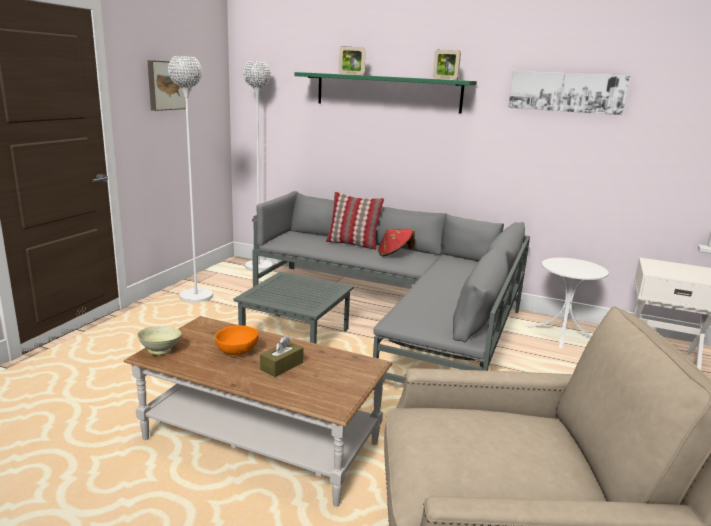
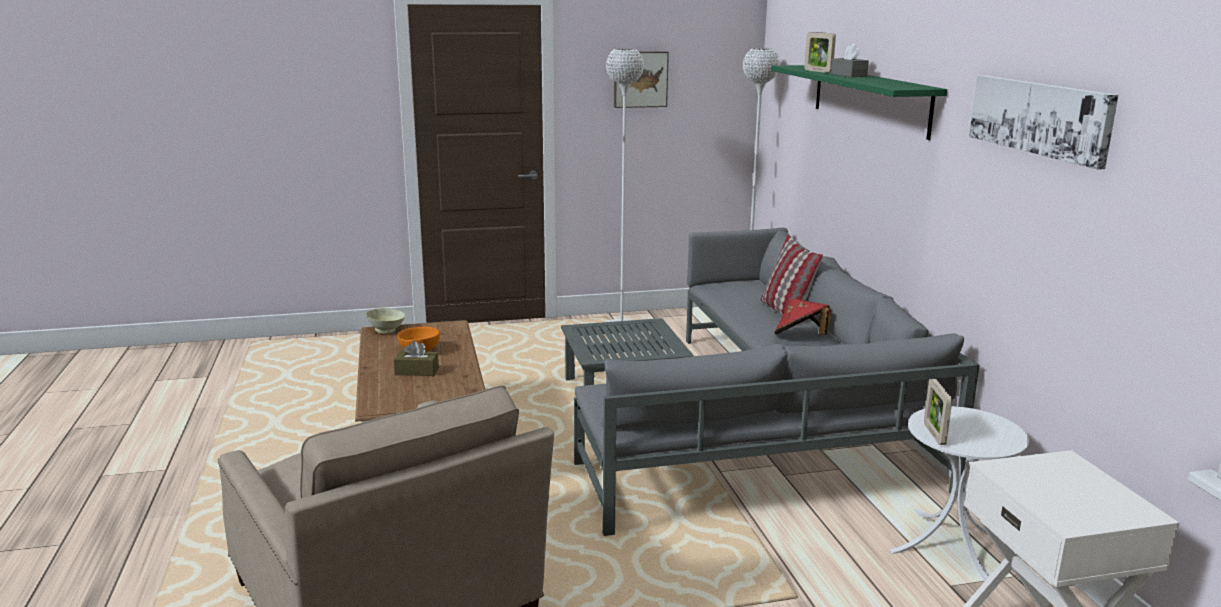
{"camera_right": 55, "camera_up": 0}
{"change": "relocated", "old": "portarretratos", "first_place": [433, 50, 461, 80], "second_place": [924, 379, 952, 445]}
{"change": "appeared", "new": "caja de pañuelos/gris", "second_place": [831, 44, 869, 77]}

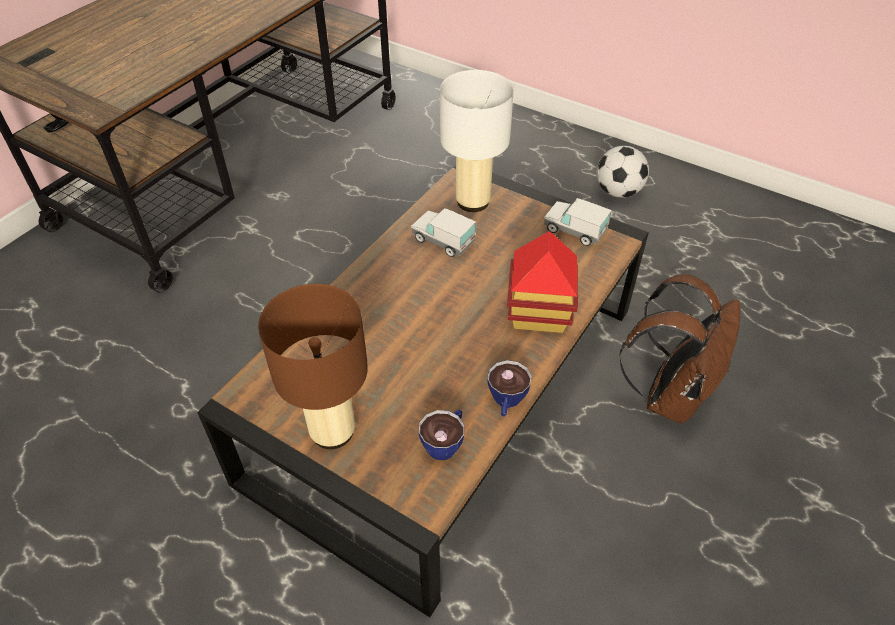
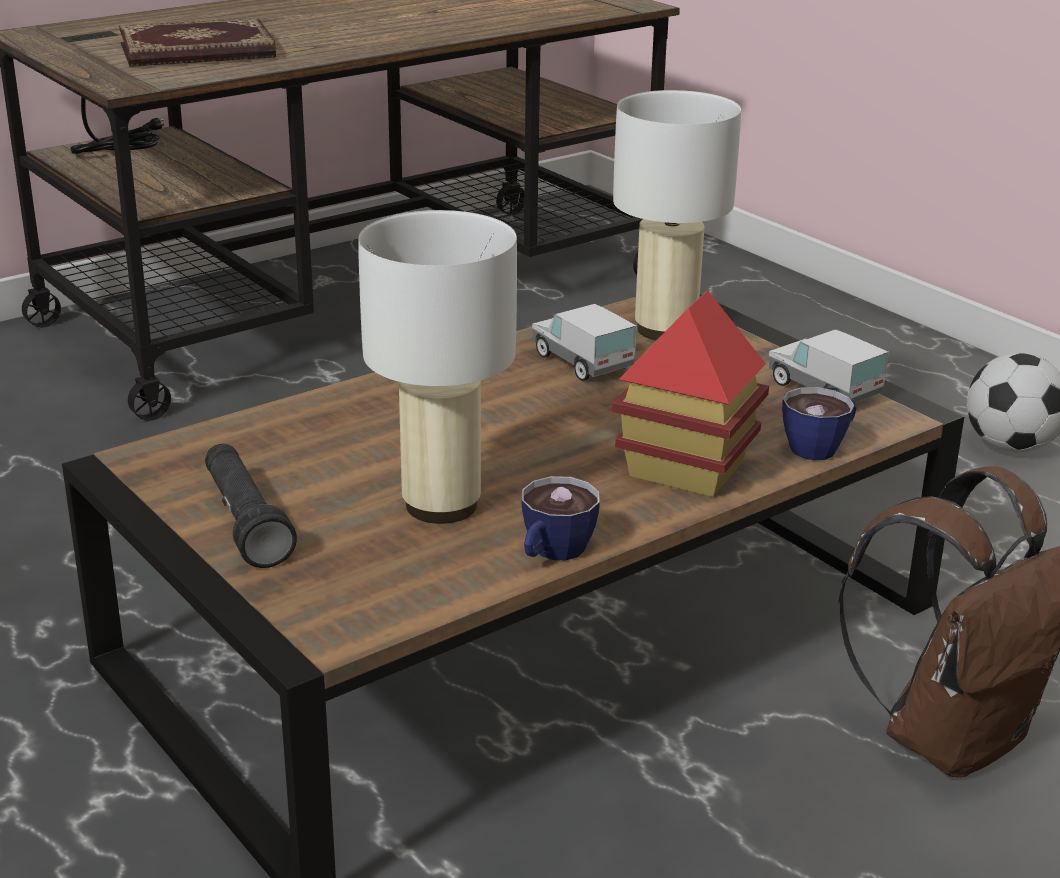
{"camera_right": 20, "camera_up": -20}
{"change": "exchanged", "old": "lámpara de mesa/marrón", "new": "linterna/negro", "first_place": [258, 284, 368, 449], "second_place": [205, 444, 297, 568]}
{"change": "relocated", "old": "taza", "first_place": [419, 409, 464, 460], "second_place": [782, 387, 857, 460]}
{"change": "appeared", "new": "libro", "second_place": [119, 18, 276, 67]}
{"change": "appeared", "new": "lámpara de mesa/blanco", "second_place": [358, 210, 517, 524]}

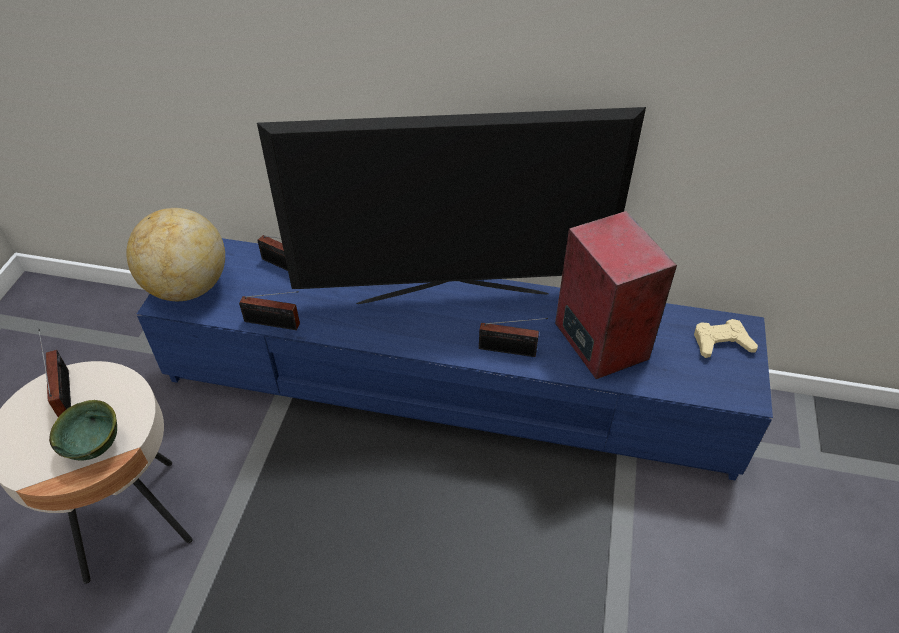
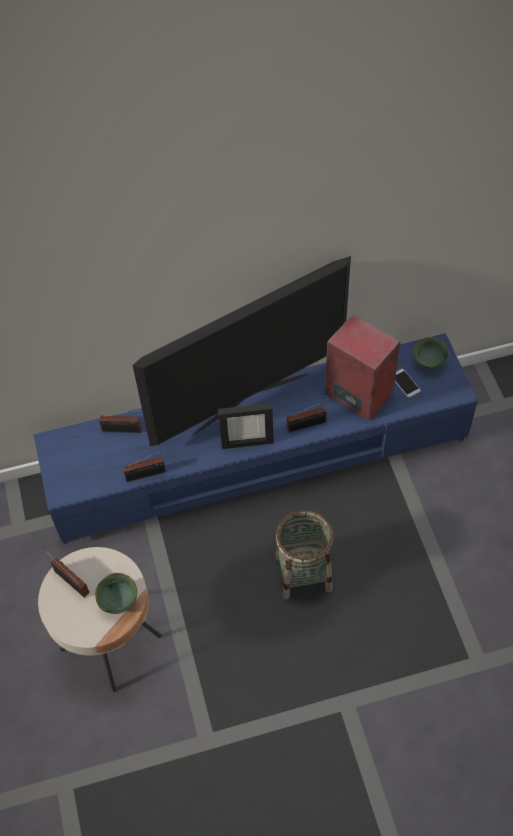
{"camera_right": -25, "camera_up": 10}
{"change": "missing", "old": "globo terráqueo", "first_place": [126, 208, 225, 301]}
{"change": "exchanged", "old": "mando de consola/beis", "new": "cuenco/verde", "first_place": [694, 319, 758, 358], "second_place": [413, 337, 449, 370]}
{"change": "appeared", "new": "móvil", "second_place": [395, 369, 421, 398]}
{"change": "appeared", "new": "portarretratos", "second_place": [218, 403, 273, 449]}
{"change": "appeared", "new": "cesta", "second_place": [275, 510, 333, 600]}

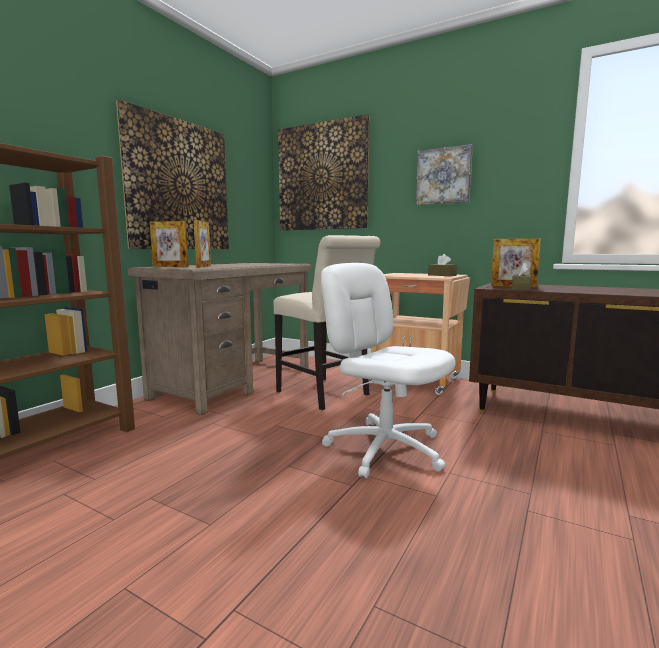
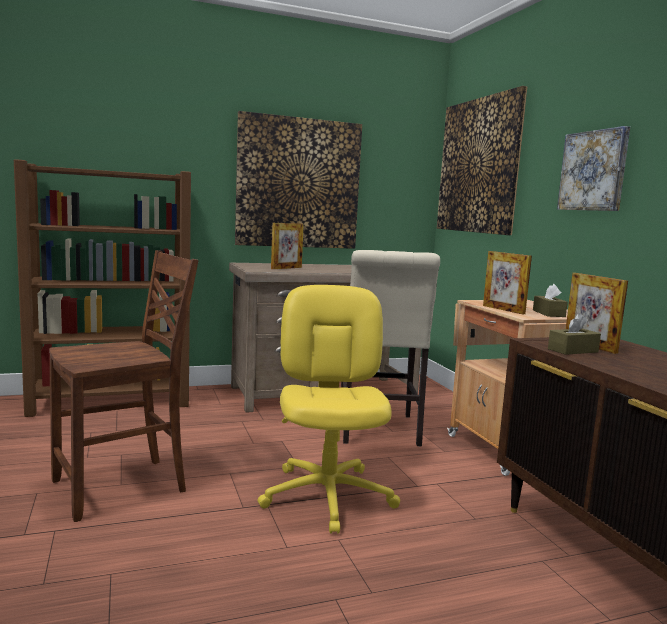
{"camera_right": 40, "camera_up": 0}
{"change": "relocated", "old": "portarretratos", "first_place": [150, 221, 189, 267], "second_place": [483, 251, 532, 315]}
{"change": "colour", "old": "silla de oficina/blanco", "new": "silla de oficina/amarillo", "first_place": [321, 263, 456, 478], "second_place": [257, 285, 400, 533]}
{"change": "appeared", "new": "silla/marrón", "second_place": [49, 250, 198, 522]}

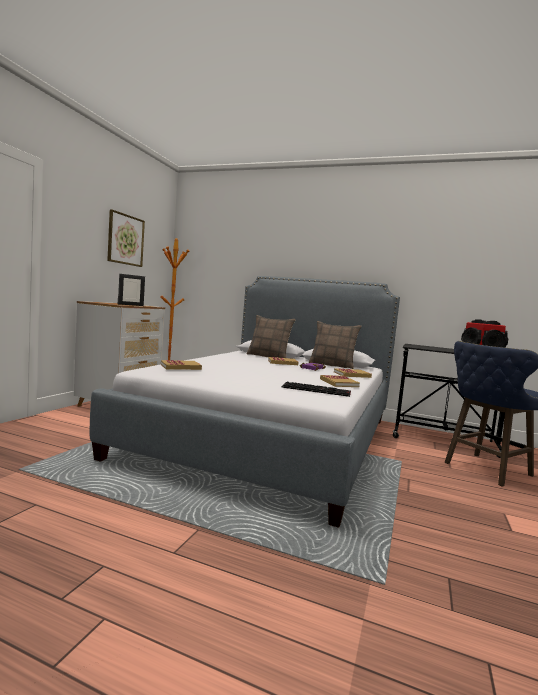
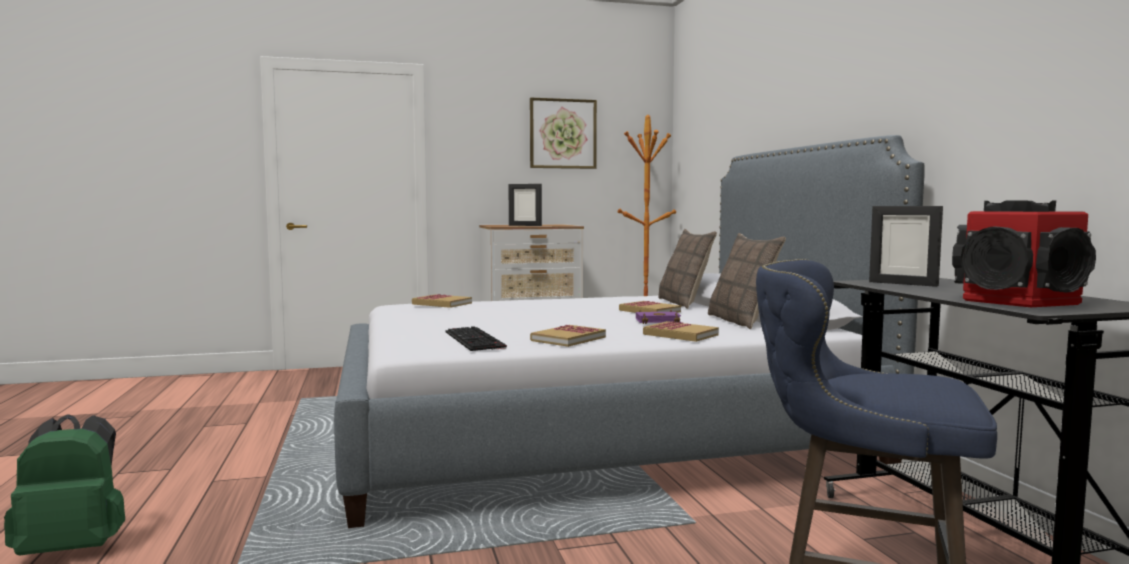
{"camera_right": 55, "camera_up": 0}
{"change": "appeared", "new": "portarretratos", "second_place": [869, 206, 943, 287]}
{"change": "appeared", "new": "mochila/verde", "second_place": [4, 414, 125, 556]}

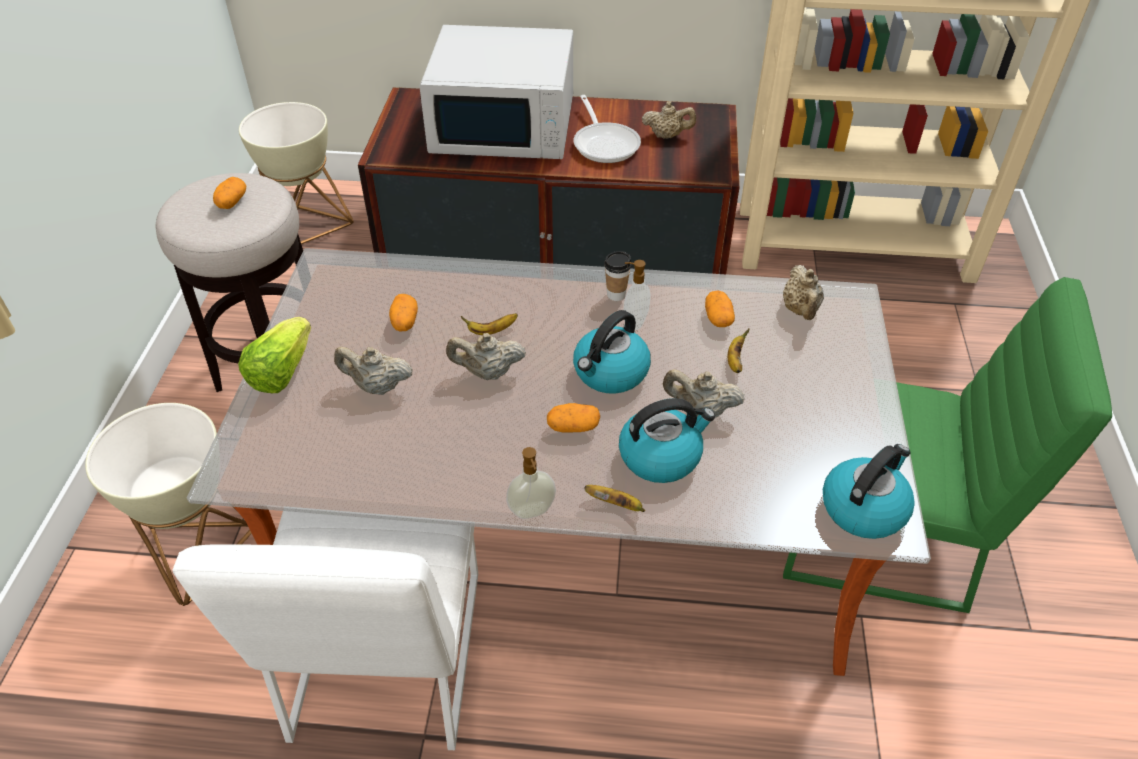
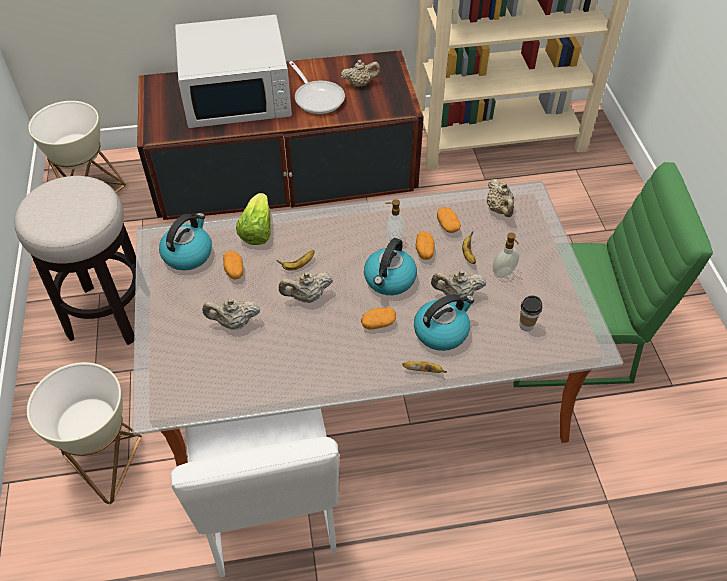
{"camera_right": -15, "camera_up": 5}
{"change": "relocated", "old": "patata", "first_place": [213, 177, 246, 209], "second_place": [416, 231, 435, 260]}
{"change": "relocated", "old": "taza", "first_place": [604, 251, 631, 301], "second_place": [519, 296, 542, 331]}
{"change": "relocated", "old": "lechuga", "first_place": [238, 317, 311, 393], "second_place": [236, 193, 271, 245]}
{"change": "relocated", "old": "hervidor", "first_place": [823, 444, 915, 539], "second_place": [159, 213, 212, 270]}
{"change": "relocated", "old": "dispensador de jabón", "first_place": [506, 447, 556, 519], "second_place": [493, 233, 520, 278]}

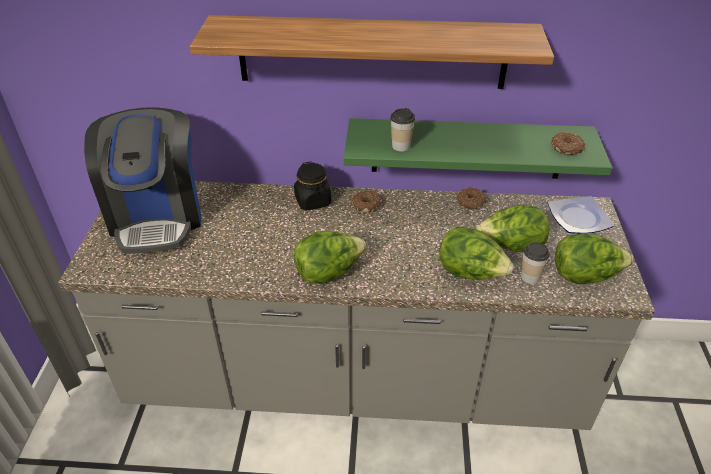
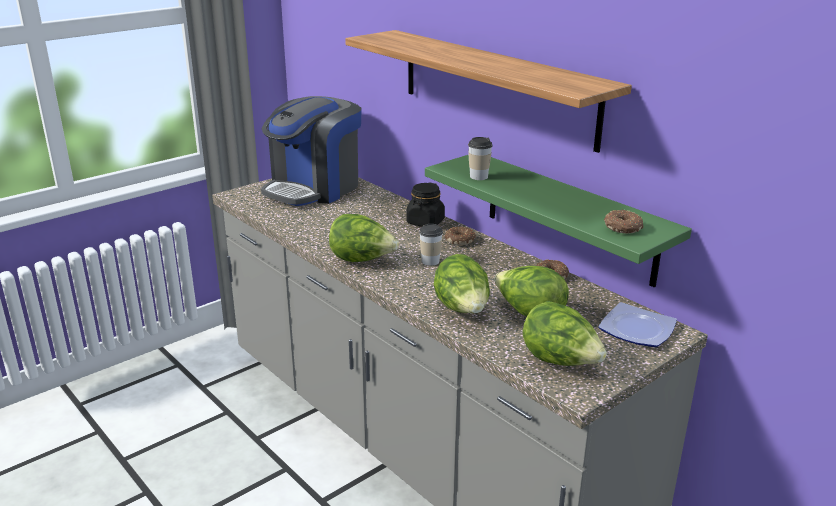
{"camera_right": 45, "camera_up": -15}
{"change": "relocated", "old": "taza", "first_place": [521, 242, 549, 284], "second_place": [419, 224, 443, 266]}

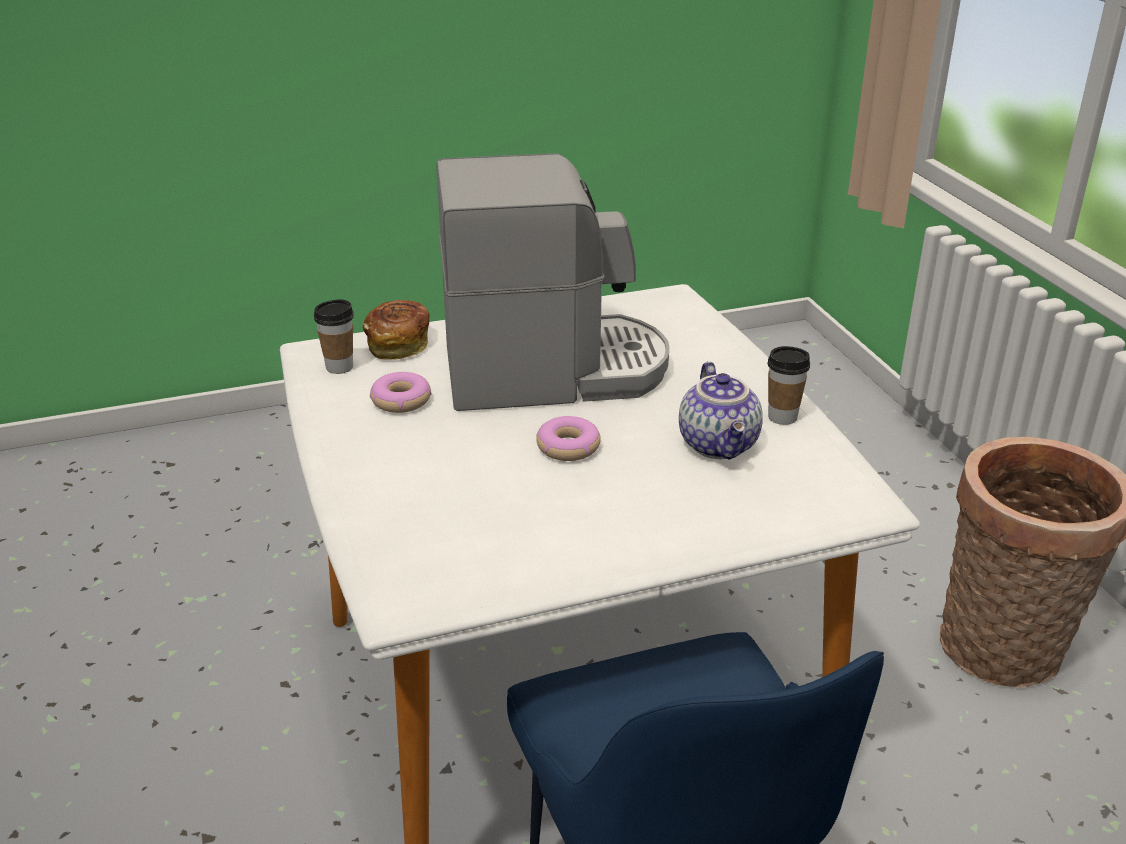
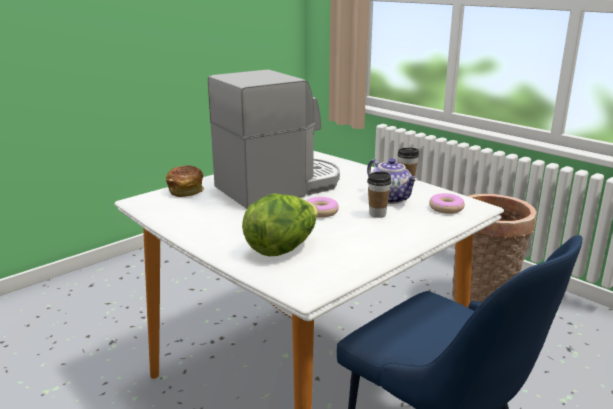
{"camera_right": -25, "camera_up": -10}
{"change": "relocated", "old": "taza", "first_place": [314, 299, 354, 374], "second_place": [367, 171, 391, 218]}
{"change": "relocated", "old": "rosquilla", "first_place": [370, 372, 431, 413], "second_place": [429, 193, 465, 214]}
{"change": "appeared", "new": "lechuga", "second_place": [242, 194, 318, 256]}

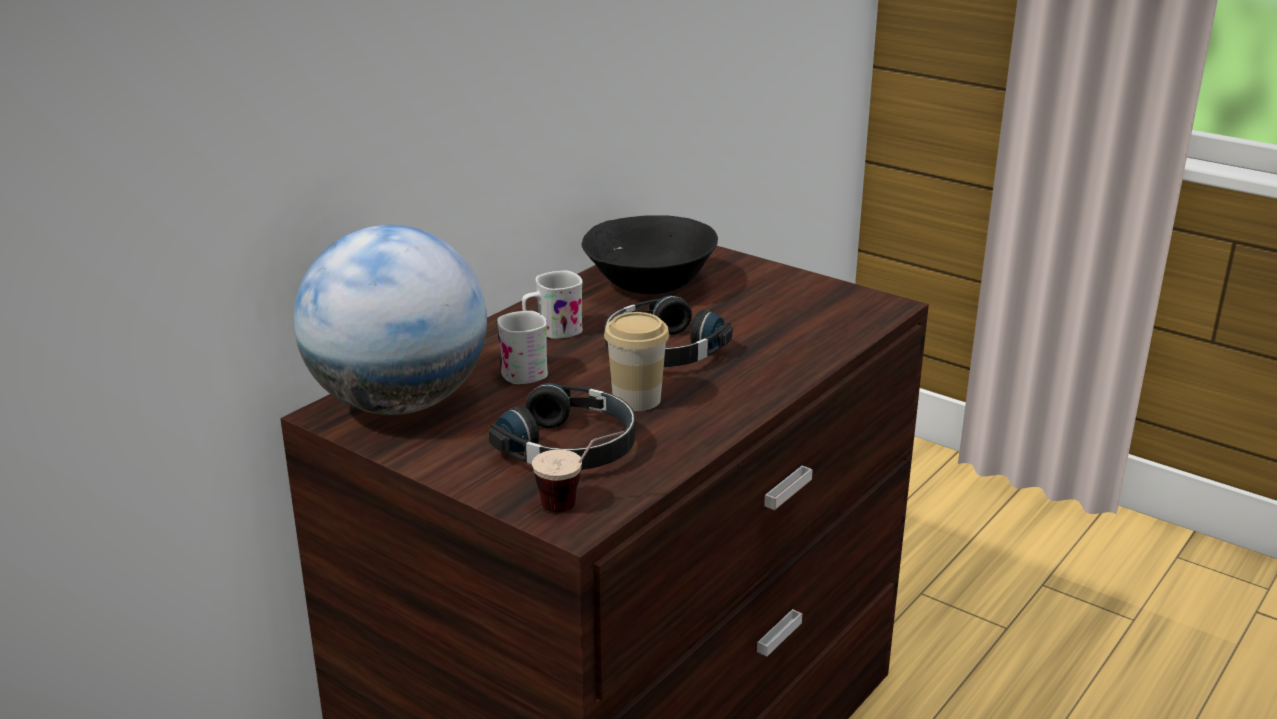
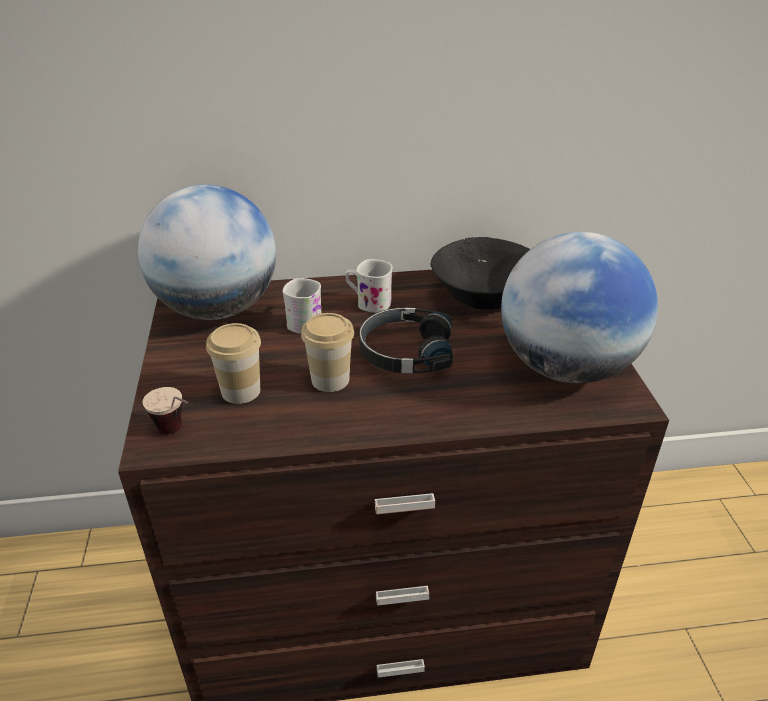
{"camera_right": 45, "camera_up": 10}
{"change": "exchanged", "old": "auriculares/negro", "new": "taza", "first_place": [489, 383, 635, 470], "second_place": [206, 323, 261, 404]}
{"change": "appeared", "new": "globo terráqueo", "second_place": [501, 232, 658, 383]}

